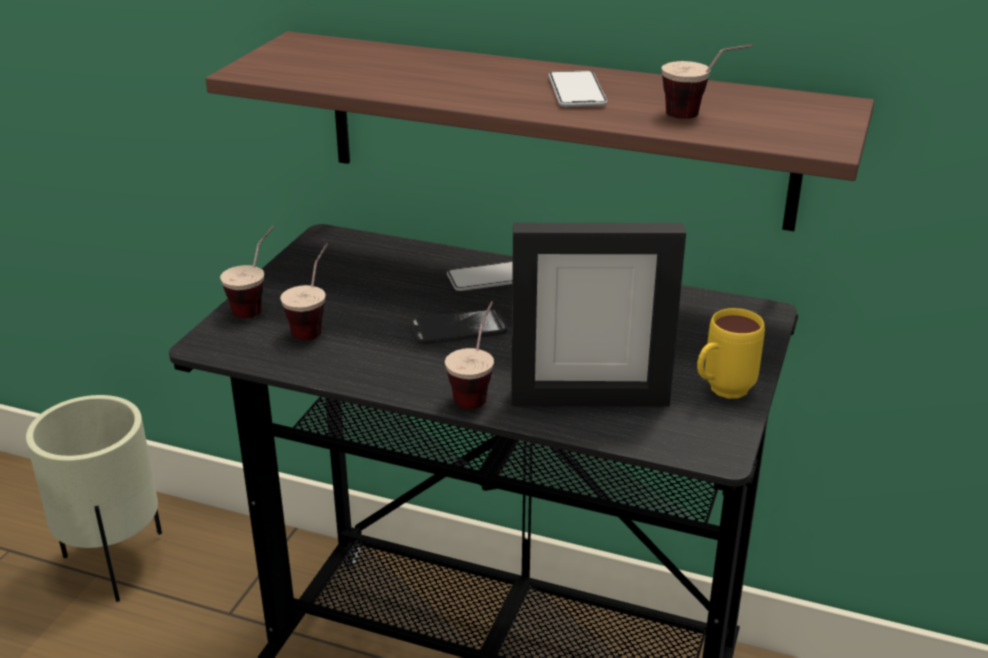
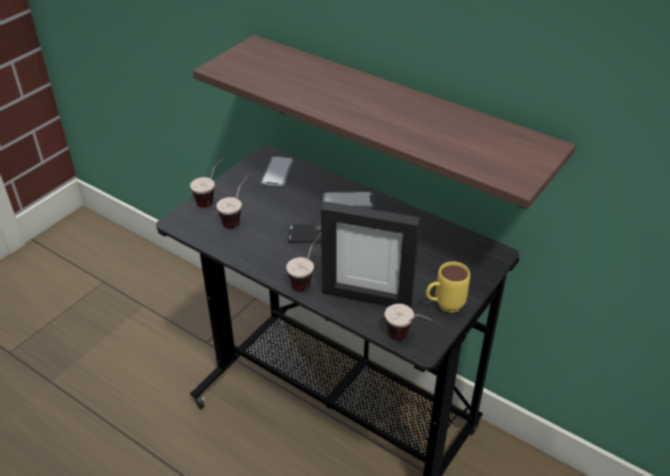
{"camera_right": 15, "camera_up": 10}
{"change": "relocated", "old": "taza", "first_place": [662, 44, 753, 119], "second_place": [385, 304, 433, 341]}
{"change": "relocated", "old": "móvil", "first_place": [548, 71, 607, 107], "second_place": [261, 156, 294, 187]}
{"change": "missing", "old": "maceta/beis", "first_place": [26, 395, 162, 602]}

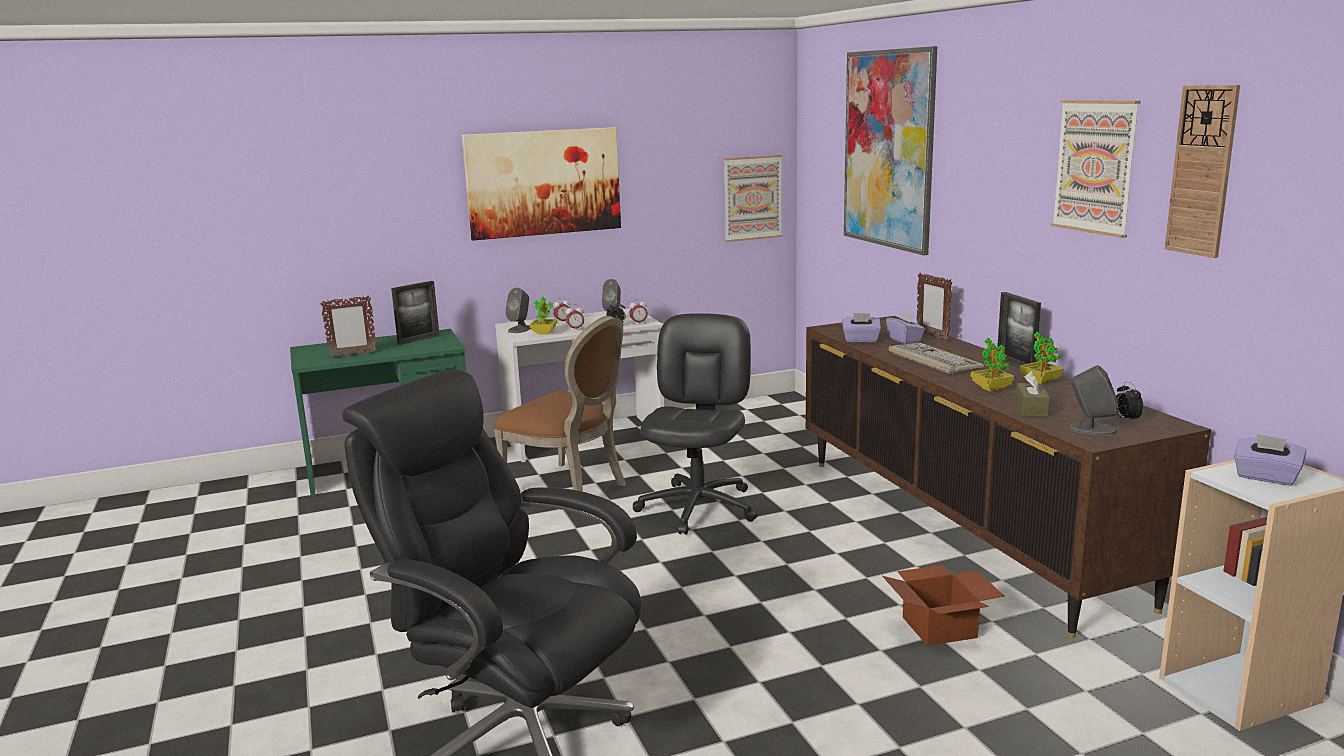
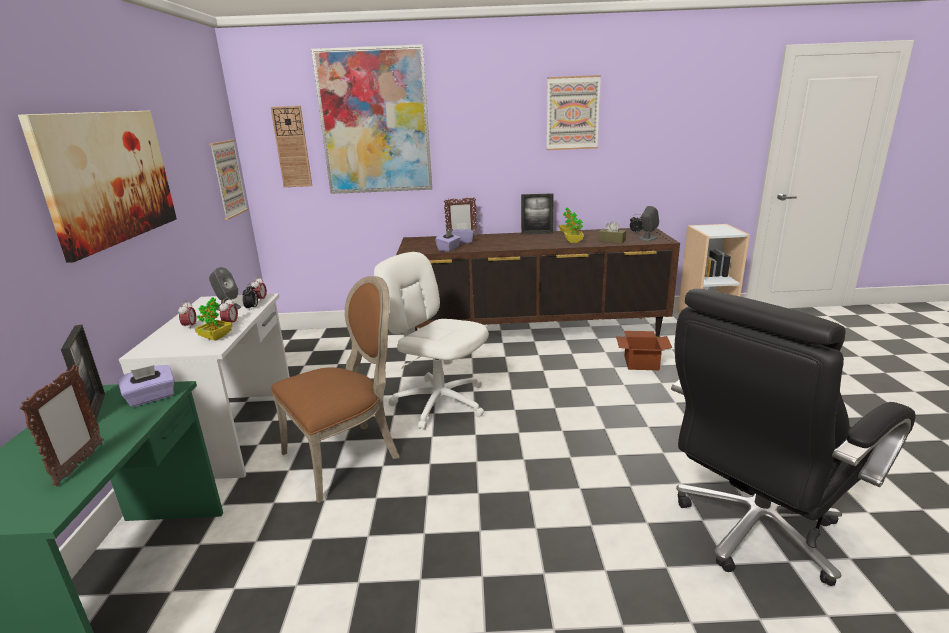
{"camera_right": -70, "camera_up": 5}
{"change": "relocated", "old": "reloj de pared", "first_place": [1165, 85, 1240, 258], "second_place": [271, 106, 312, 187]}
{"change": "missing", "old": "altavoz/gris", "first_place": [505, 288, 532, 333]}
{"change": "colour", "old": "silla de oficina/negro", "new": "silla de oficina/blanco", "first_place": [633, 313, 758, 535], "second_place": [374, 252, 489, 429]}
{"change": "missing", "old": "teclado", "first_place": [889, 343, 984, 374]}
{"change": "relocated", "old": "caja de pañuelos/morado", "first_place": [1234, 434, 1306, 486], "second_place": [117, 365, 174, 407]}

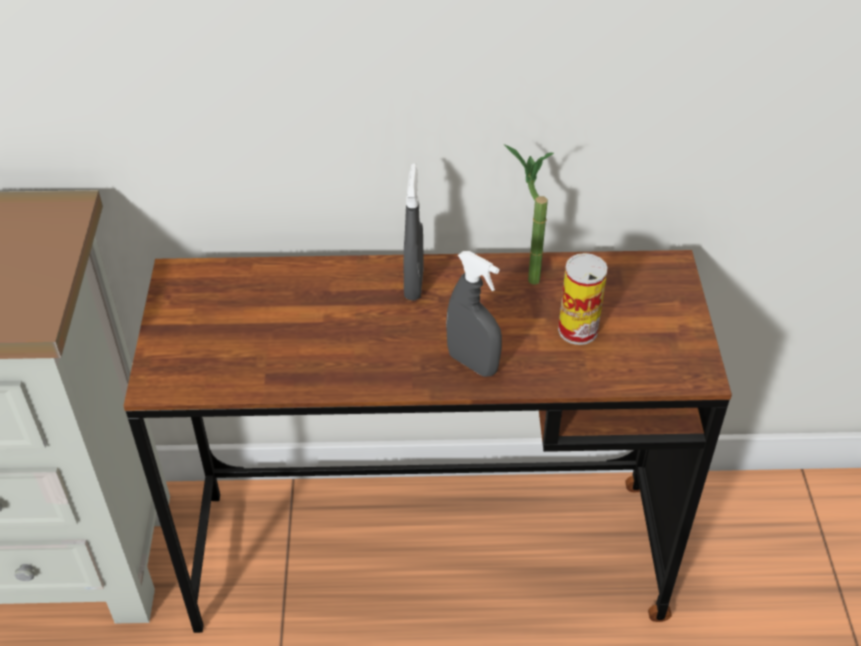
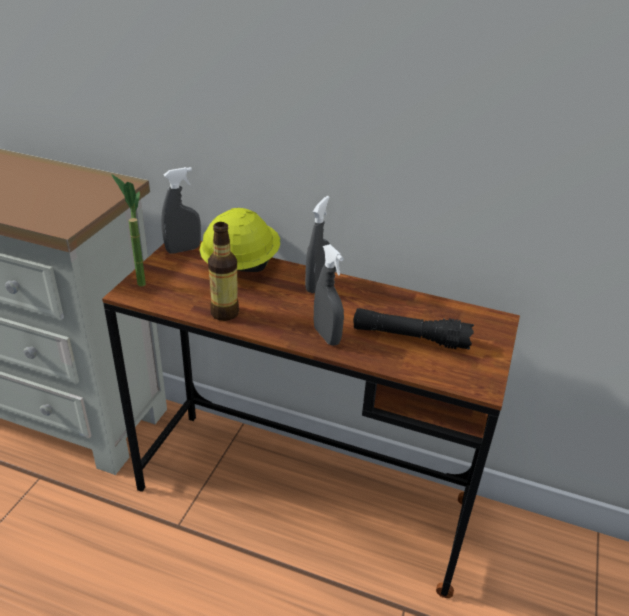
{"camera_right": 20, "camera_up": -10}
{"change": "relocated", "old": "planta en maceta", "first_place": [504, 144, 554, 285], "second_place": [111, 174, 146, 286]}
{"change": "exchanged", "old": "lata", "new": "linterna/negro", "first_place": [558, 253, 608, 345], "second_place": [353, 308, 474, 350]}
{"change": "appeared", "new": "pulverizador/gris", "second_place": [161, 167, 201, 254]}
{"change": "appeared", "new": "casco/amarillo", "second_place": [200, 208, 280, 272]}
{"change": "appeared", "new": "botella", "second_place": [208, 222, 239, 321]}

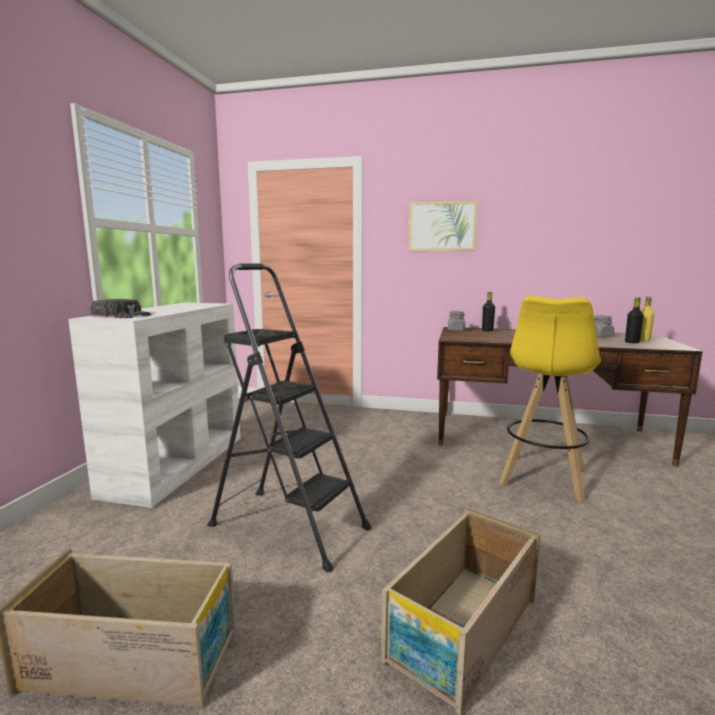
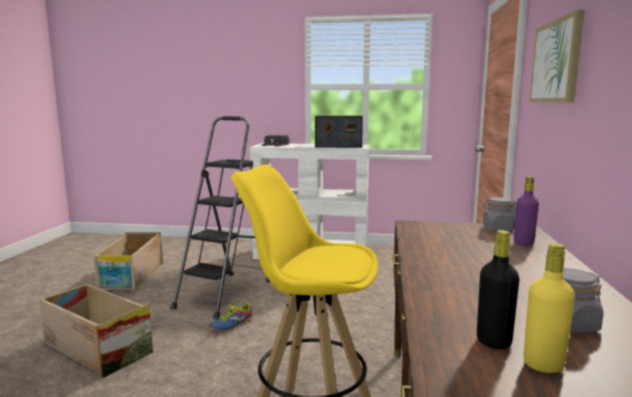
{"camera_right": 85, "camera_up": 0}
{"change": "colour", "old": "botella/negro", "new": "botella/morado", "first_place": [482, 292, 495, 331], "second_place": [514, 176, 539, 246]}
{"change": "appeared", "new": "radio", "second_place": [315, 115, 363, 148]}
{"change": "appeared", "new": "zapato", "second_place": [208, 299, 252, 332]}

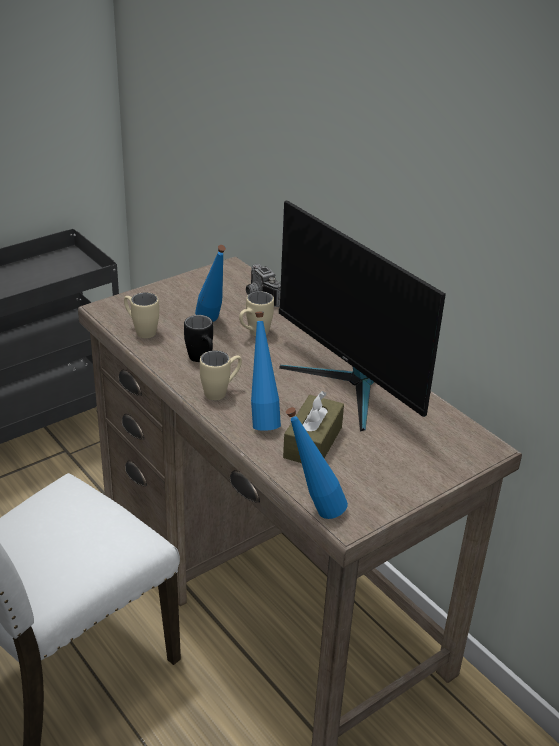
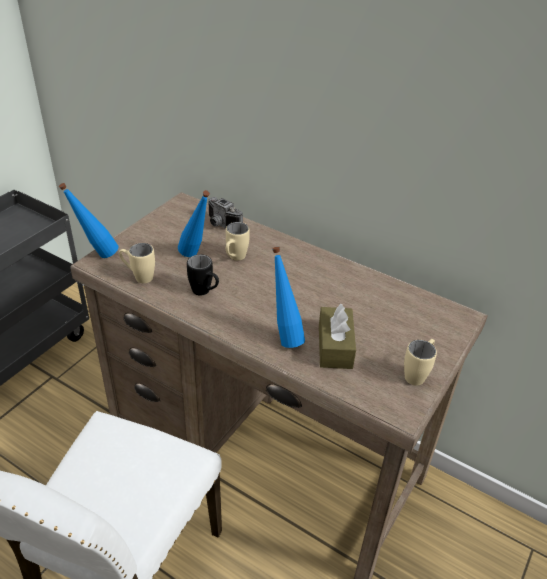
{"camera_right": -20, "camera_up": 5}
{"change": "missing", "old": "monitor", "first_place": [279, 200, 446, 432]}
{"change": "relocated", "old": "taza grande/beis", "first_place": [200, 350, 242, 400], "second_place": [404, 339, 437, 386]}
{"change": "relocated", "old": "botella/azul", "first_place": [286, 407, 348, 519], "second_place": [59, 183, 118, 258]}

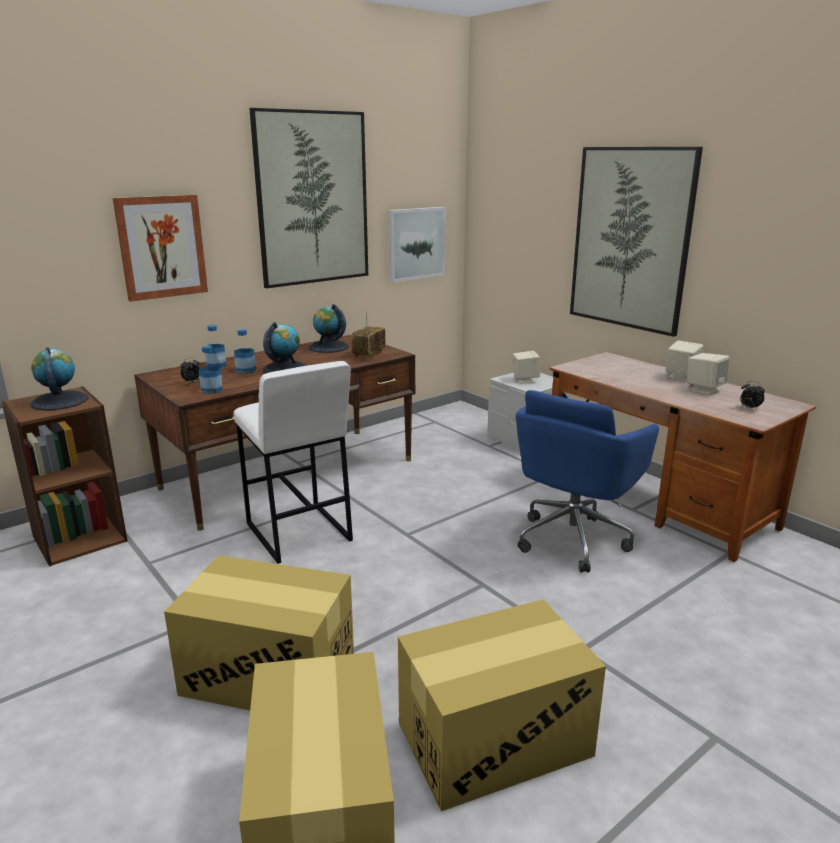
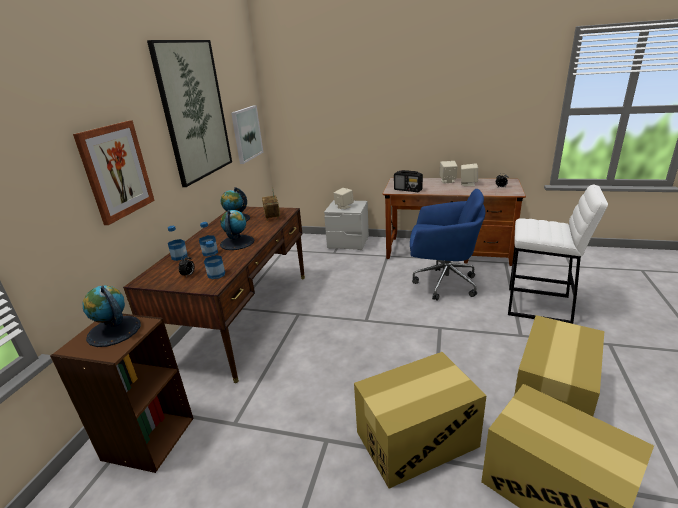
{"camera_right": -35, "camera_up": 5}
{"change": "missing", "old": "cuadro", "first_place": [570, 147, 703, 337]}
{"change": "relocated", "old": "taburete/blanco", "first_place": [234, 361, 353, 564], "second_place": [508, 184, 608, 324]}
{"change": "spun", "old": "silla de oficina/azul", "first_place": [516, 390, 659, 572], "second_place": [410, 189, 485, 301], "degrees": -75}
{"change": "appeared", "new": "radio", "second_place": [394, 170, 423, 192]}

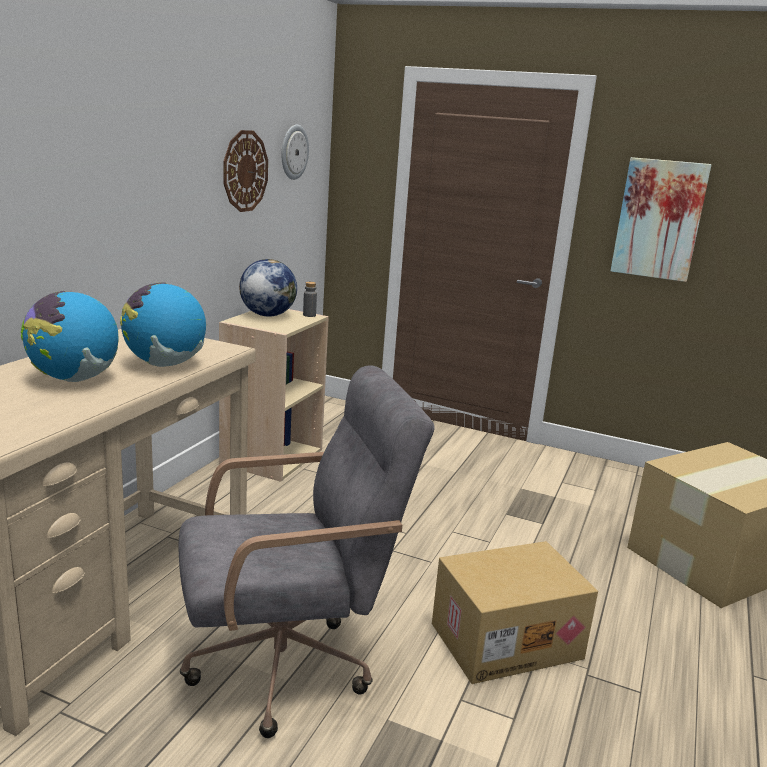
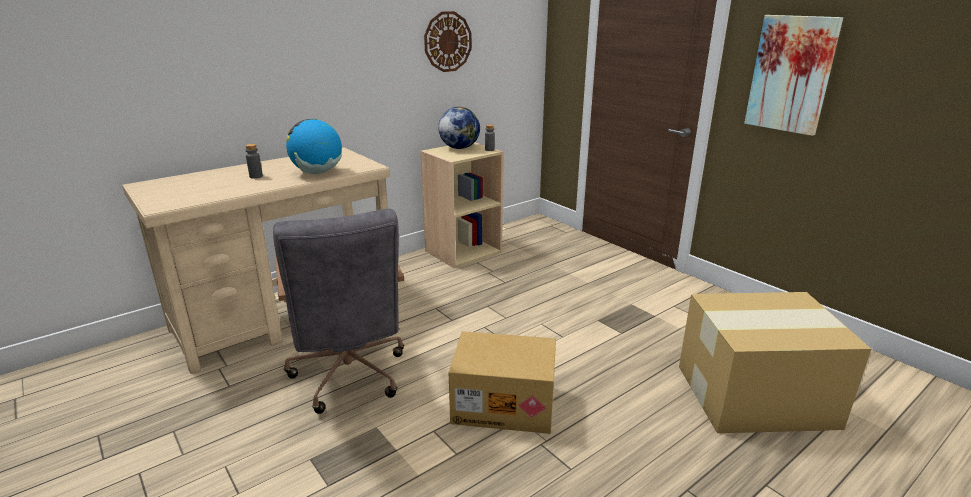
{"camera_right": 30, "camera_up": 5}
{"change": "missing", "old": "reloj de pared", "first_place": [282, 125, 309, 180]}
{"change": "exchanged", "old": "globo terráqueo", "new": "botella/gris", "first_place": [21, 291, 119, 382], "second_place": [245, 144, 263, 179]}
{"change": "spun", "old": "silla de oficina/gris", "first_place": [179, 365, 435, 738], "second_place": [273, 209, 404, 414], "degrees": 60}

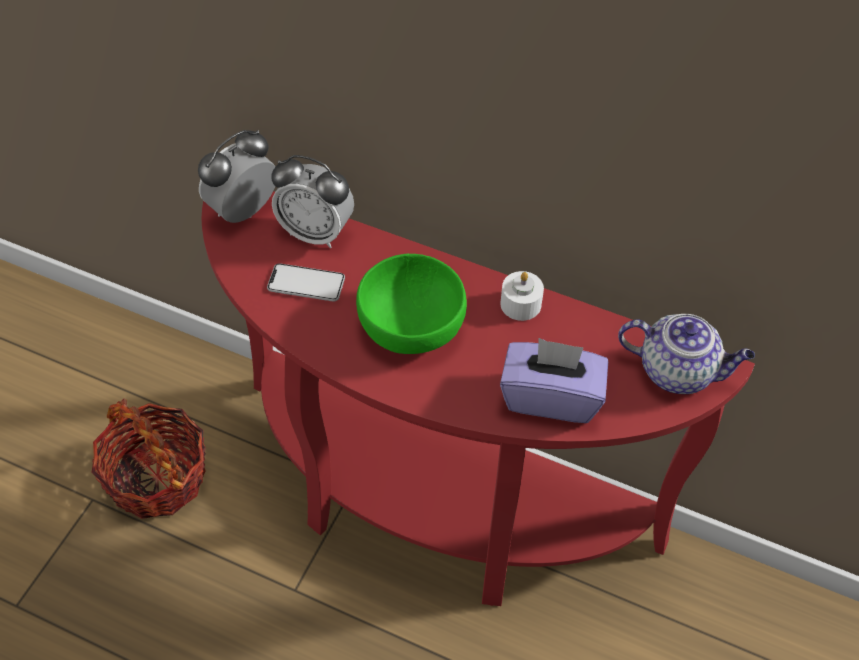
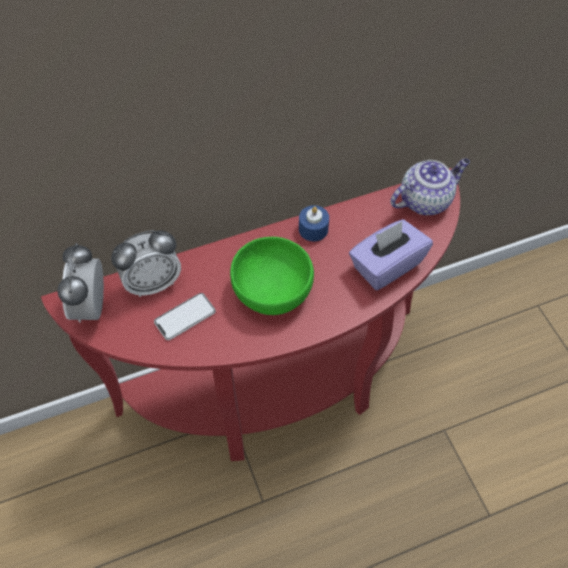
{"camera_right": -45, "camera_up": 5}
{"change": "colour", "old": "vela/blanco", "new": "vela/azul", "first_place": [500, 271, 544, 321], "second_place": [299, 205, 329, 242]}
{"change": "missing", "old": "cesta", "first_place": [91, 399, 206, 519]}

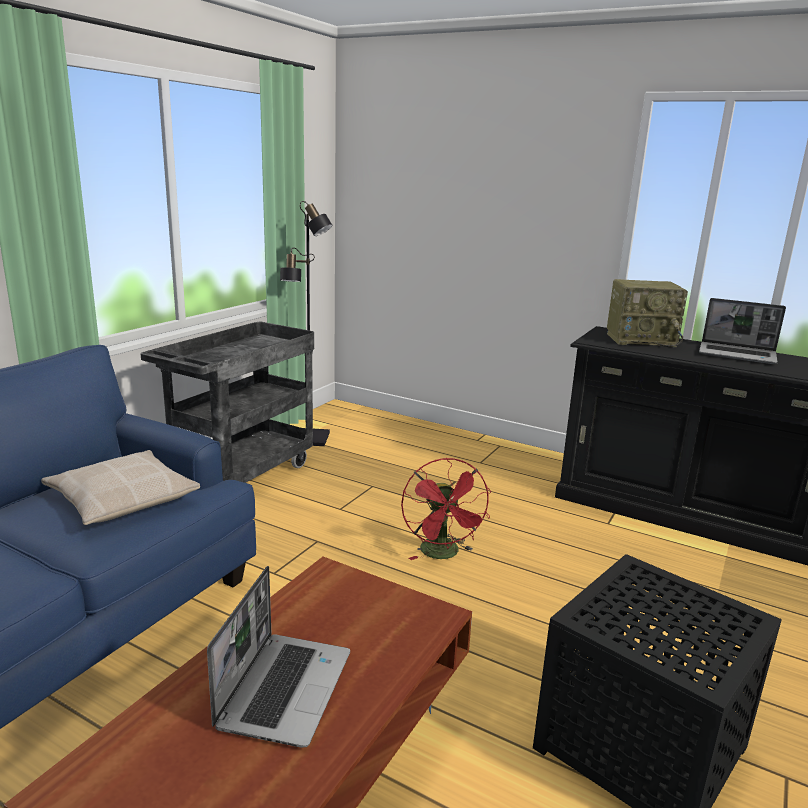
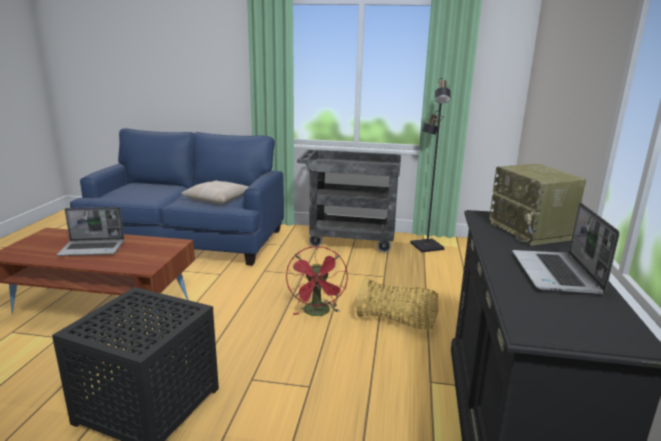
{"camera_right": 70, "camera_up": 0}
{"change": "spun", "old": "ventilador/rojo", "first_place": [401, 458, 491, 560], "second_place": [286, 246, 348, 316], "degrees": -60}
{"change": "appeared", "new": "cesta", "second_place": [356, 277, 438, 330]}

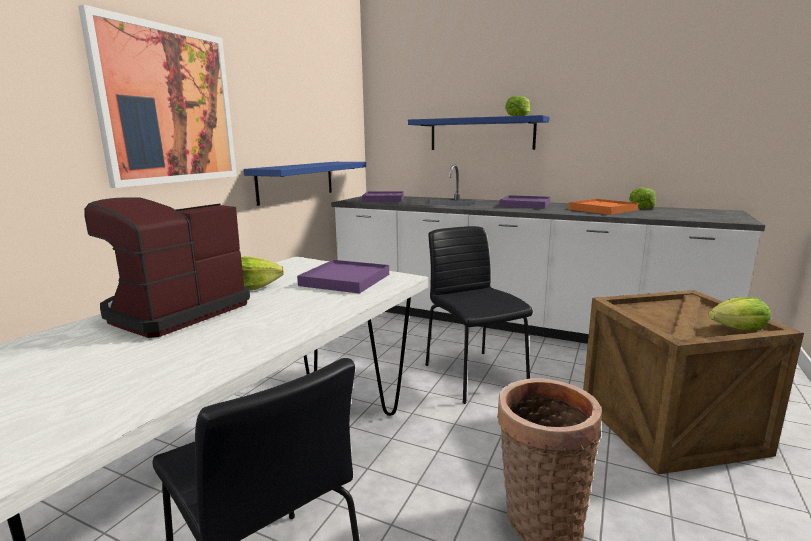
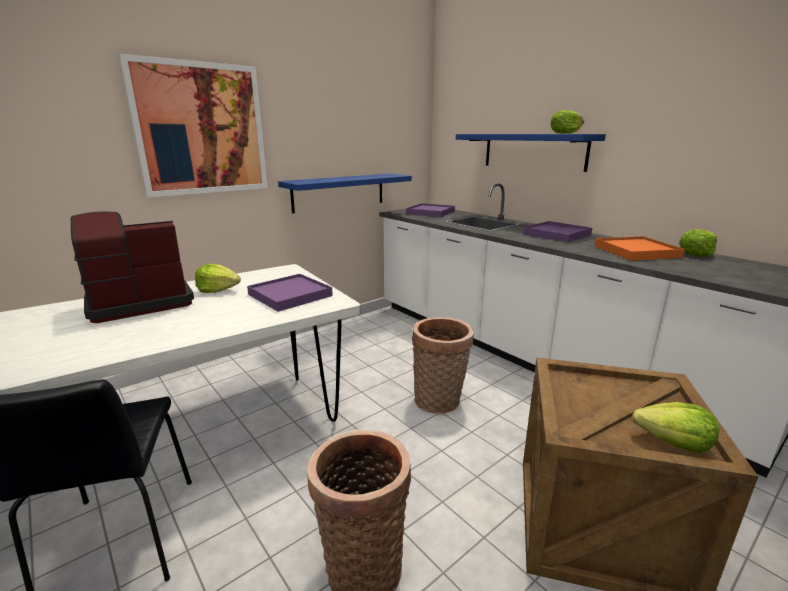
{"camera_right": 25, "camera_up": 5}
{"change": "exchanged", "old": "silla/negro", "new": "cesta", "first_place": [425, 226, 533, 404], "second_place": [412, 317, 474, 414]}

